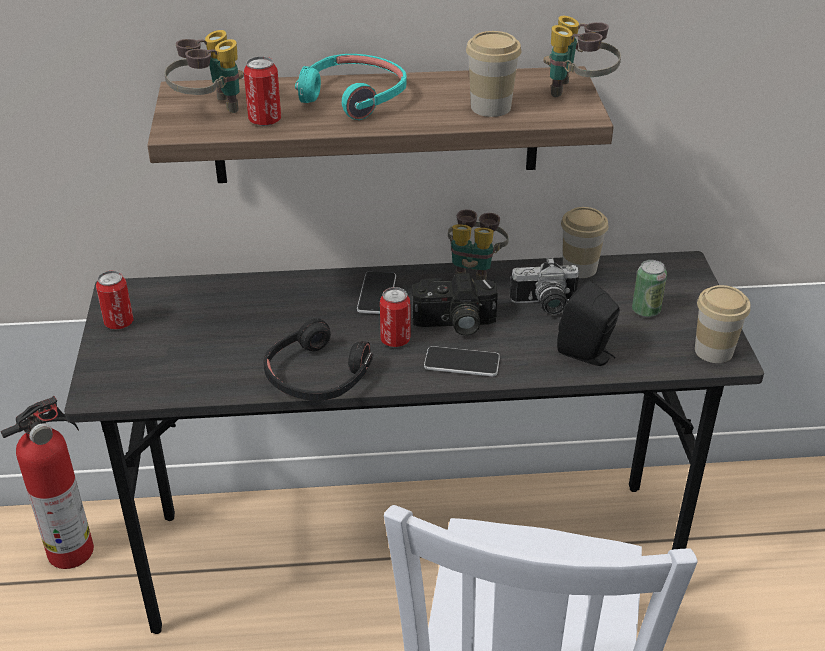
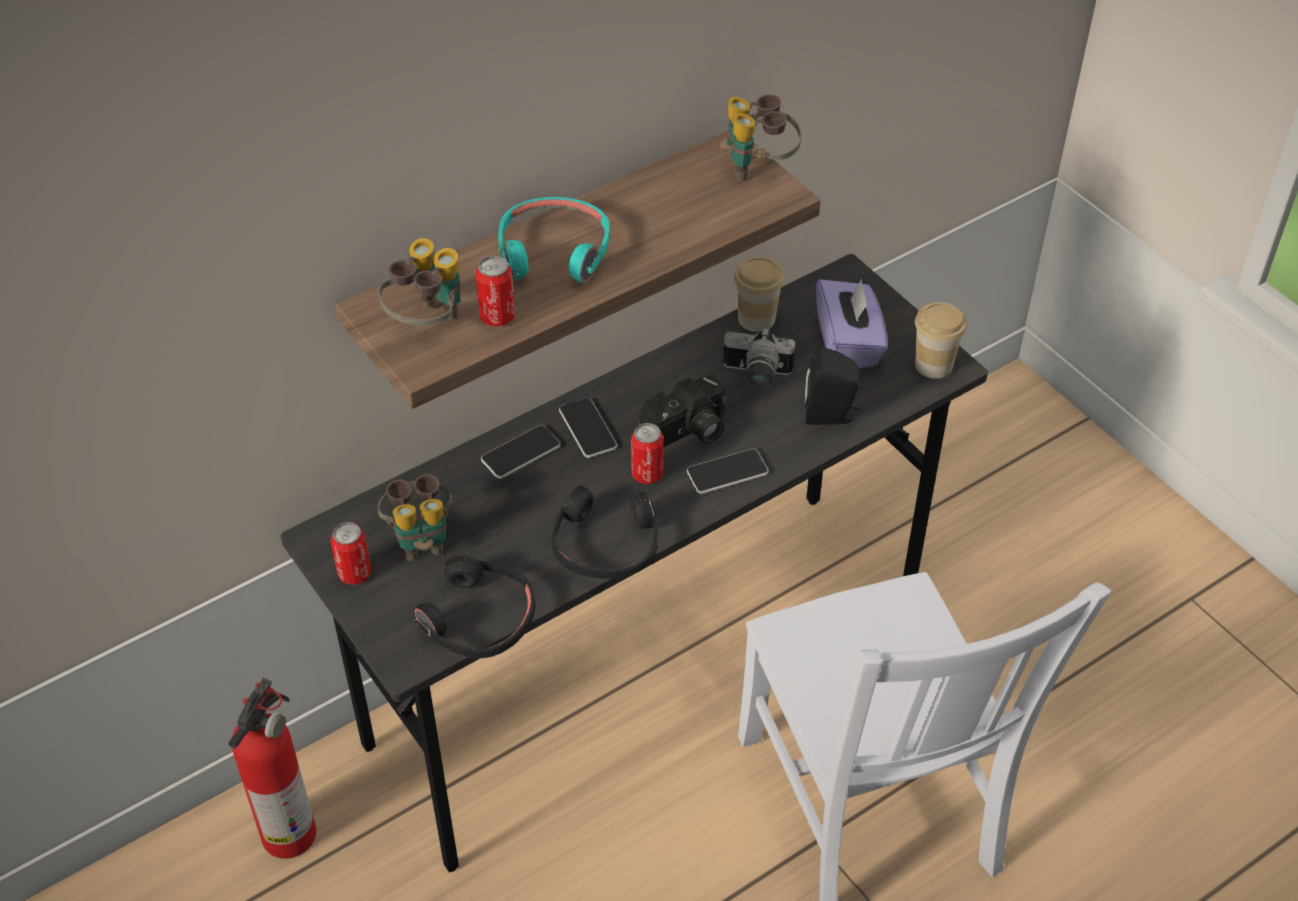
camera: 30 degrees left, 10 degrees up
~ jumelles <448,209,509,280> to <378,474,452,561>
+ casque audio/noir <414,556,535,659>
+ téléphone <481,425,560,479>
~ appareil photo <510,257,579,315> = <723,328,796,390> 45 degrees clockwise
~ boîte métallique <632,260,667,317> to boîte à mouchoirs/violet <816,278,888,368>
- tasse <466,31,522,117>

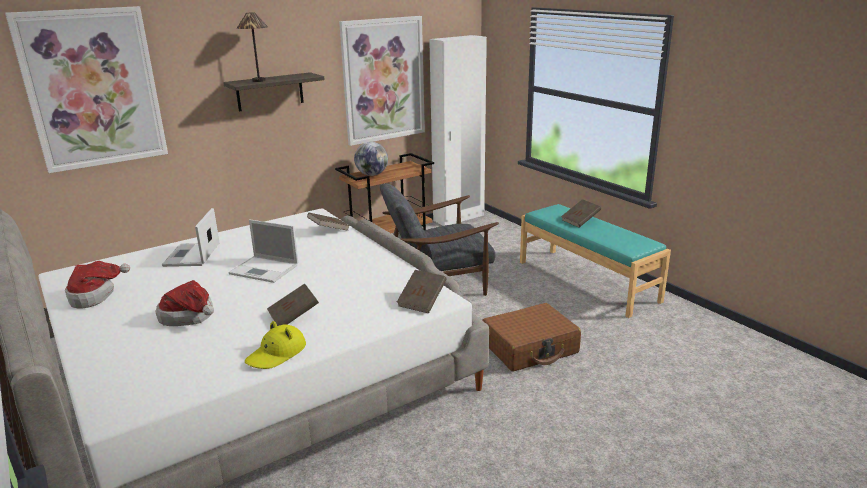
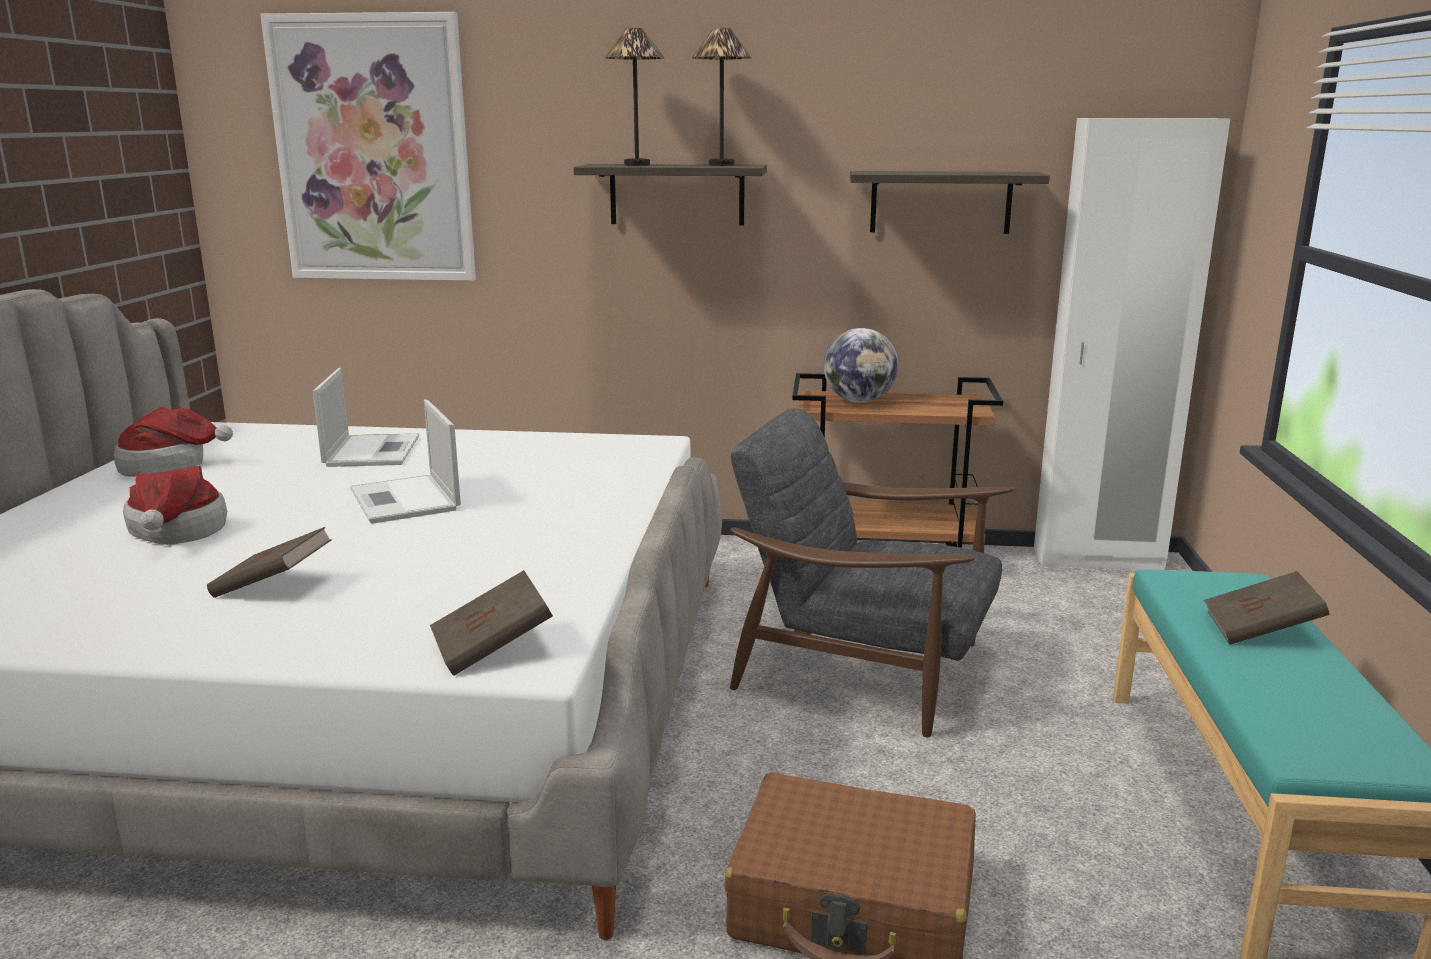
camera: 40 degrees right, 5 degrees down
~ ordinateur portable <162,208,220,267> = <313,368,419,467> 135 degrees clockwise
+ lampe de table <692,28,751,166>
~ tableau <339,16,425,146> to étagère <850,171,1050,234>
- chapeau/jaune <245,321,306,369>
- livre/marron <307,213,350,231>

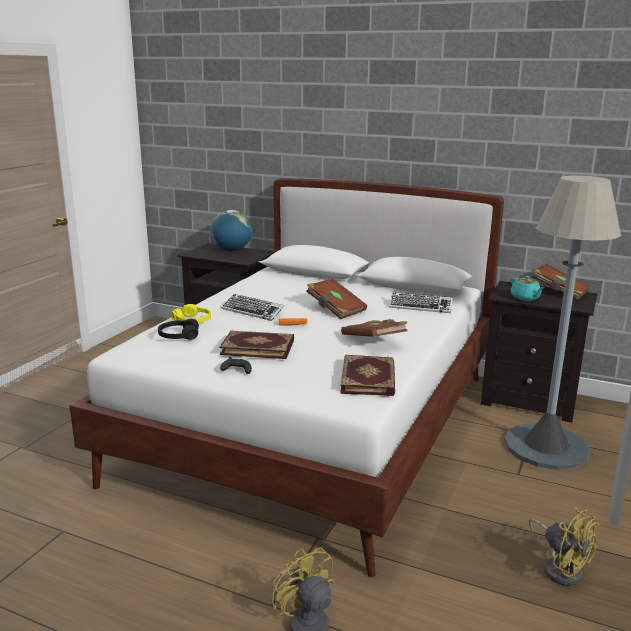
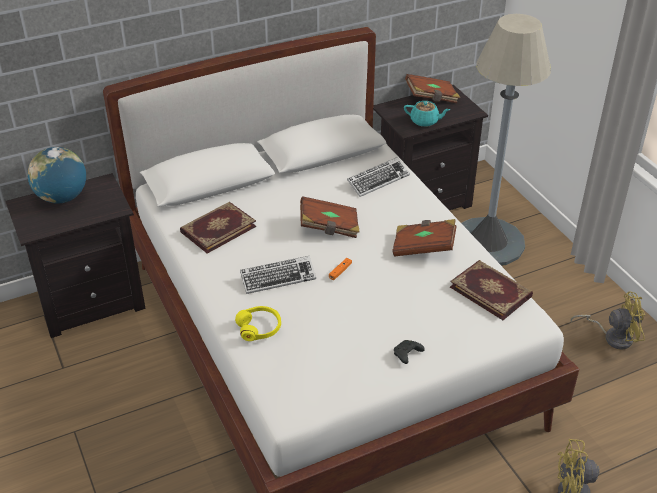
camera: 50 degrees left, 20 degrees up
~ livre <219,330,294,359> to <180,202,256,254>
- casque audio/noir <158,319,199,340>

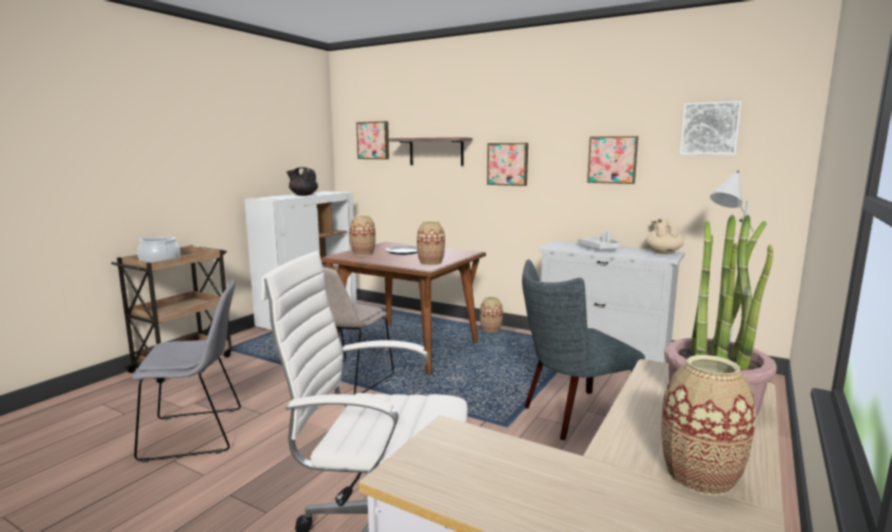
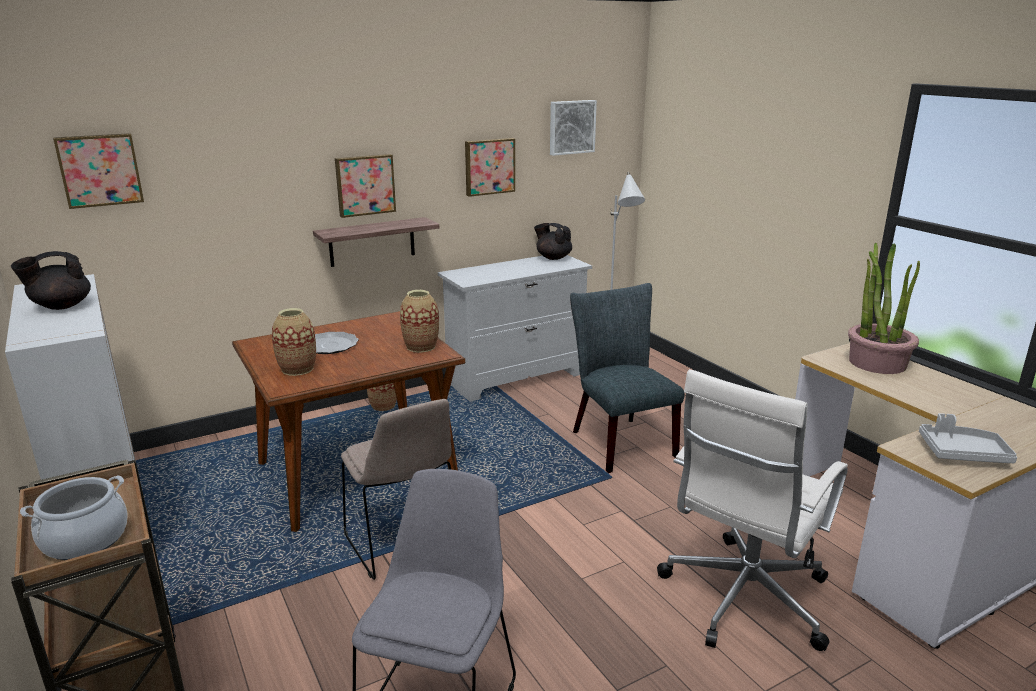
camera: 60 degrees left, 10 degrees up
~ étagère <388,137,473,166> to <313,217,439,267>
~ théière/beige <645,218,684,254> to théière/noir <534,223,572,260>
~ chaise/gris <522,259,645,440> = <570,283,685,473> 150 degrees clockwise
~ plateau/gris <578,231,620,250> to <919,413,1017,463>
- vase <661,355,756,496>

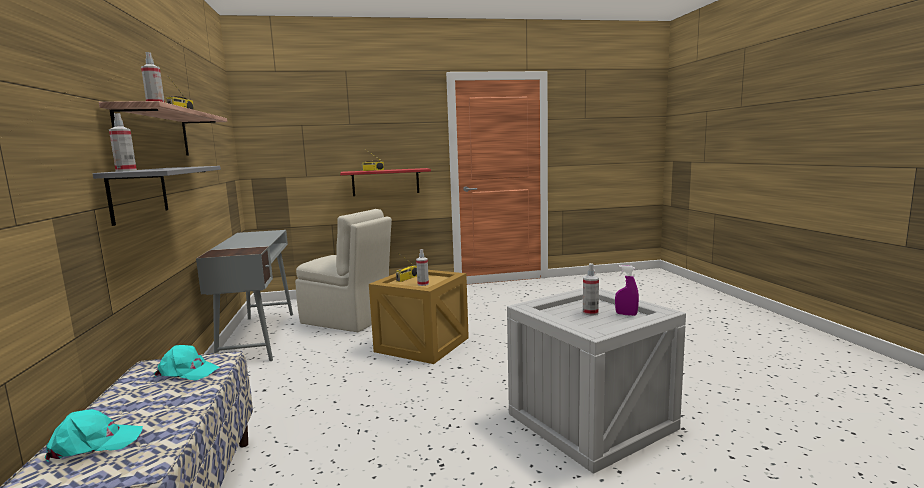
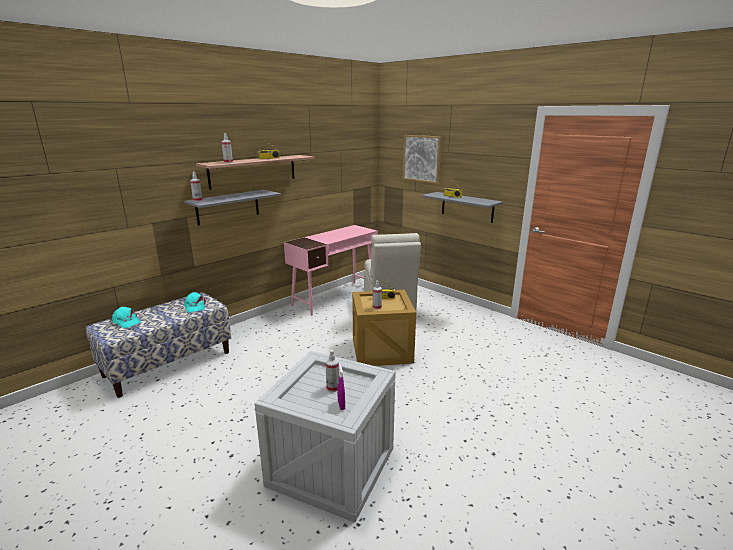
camera: 55 degrees right, 10 degrees up
~ bureau/gris <196,230,293,361> to bureau/rose <284,225,378,316>
+ tableau <403,135,442,184>
~ étagère/rouge <340,168,431,196> to étagère/gris <421,192,503,223>

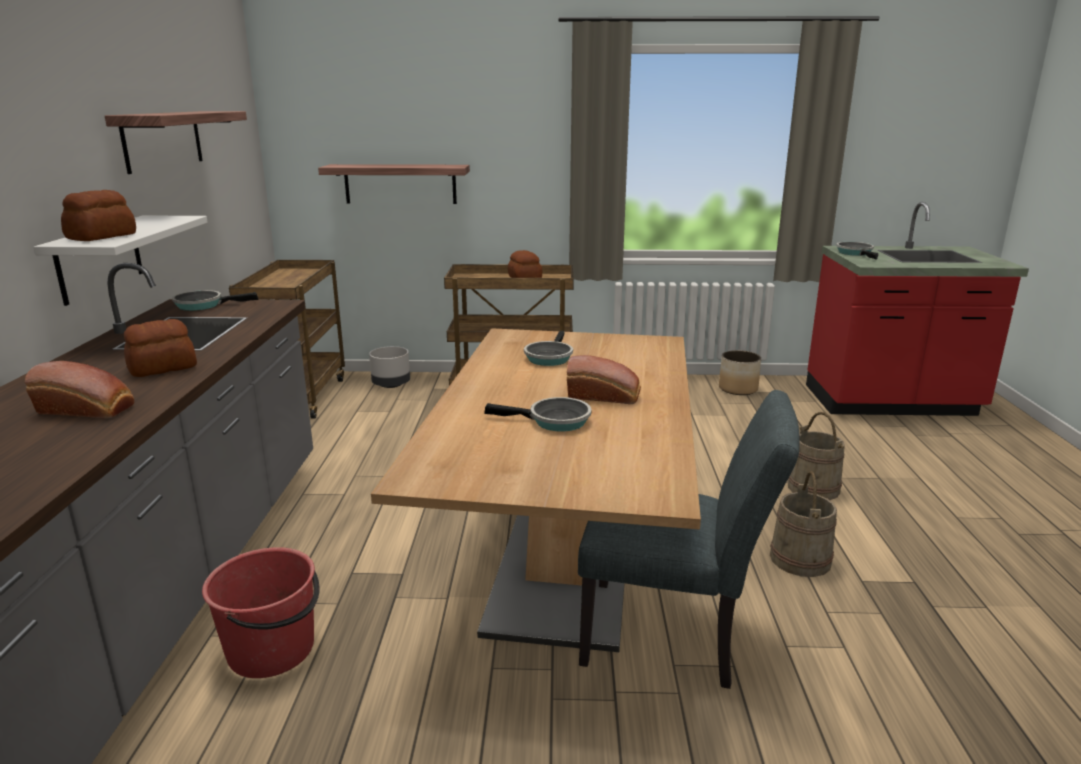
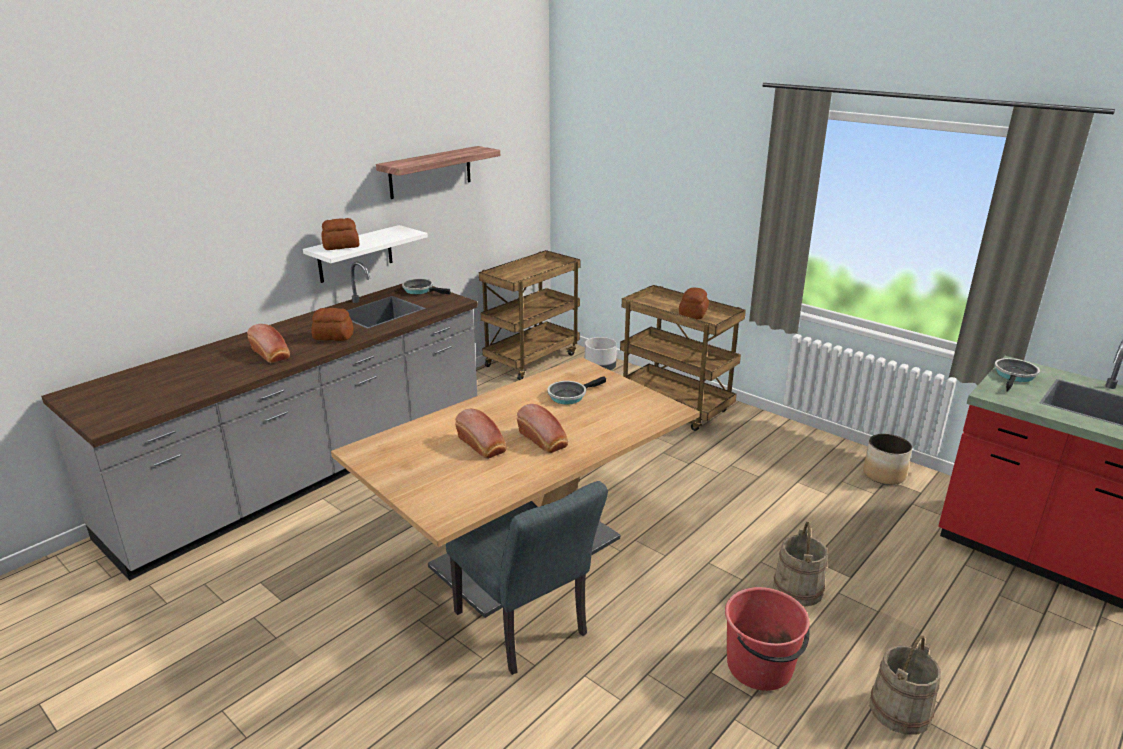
camera: 40 degrees right, 5 degrees up
~ poêle <484,397,591,431> to pain <455,408,507,459>
~ seau/rouge <202,547,320,678> to <725,587,810,691>
~ seau/beige <770,471,837,577> to <869,635,941,735>
- étagère <318,164,470,204>

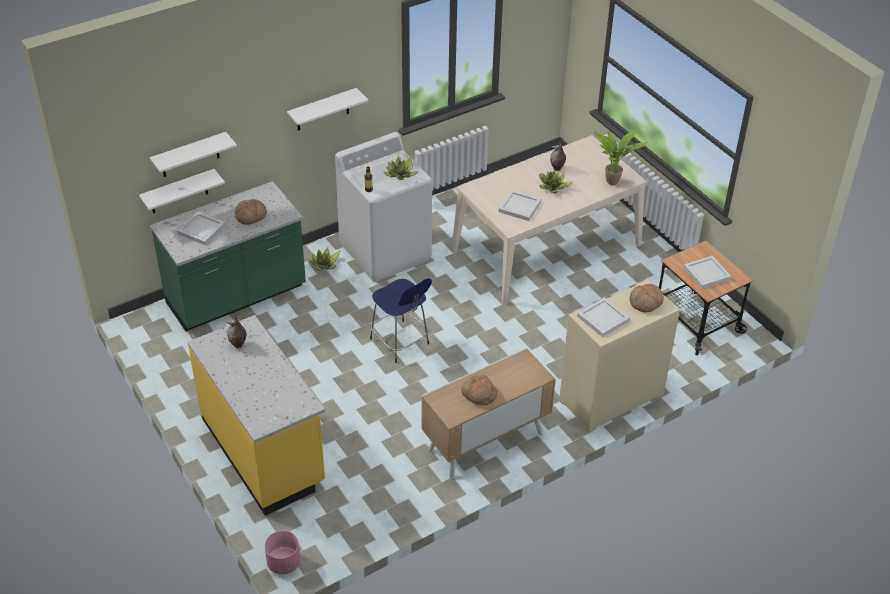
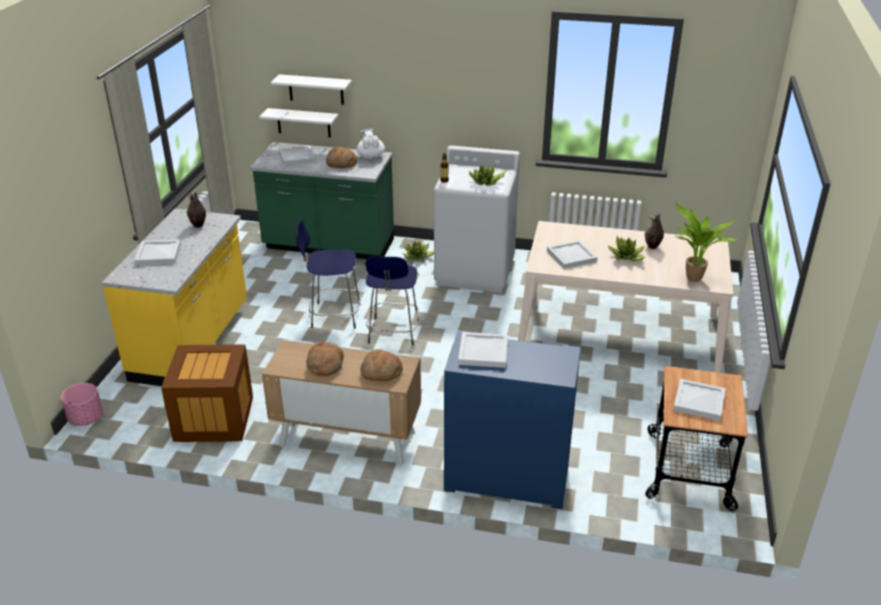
camera: 45 degrees right, 10 degrees down
+ plateau/blanc <134,239,181,265>
+ caisse <161,344,253,442>
+ tabouret/bleu <296,220,361,329>
+ théière/blanc <357,128,385,159>
~ pain <630,284,664,313> to <360,349,403,381>
~ meuble de rangement/beige <559,279,680,432> to meuble de rangement/bleu <444,332,581,509>
- étagère/blanc <287,88,368,131>

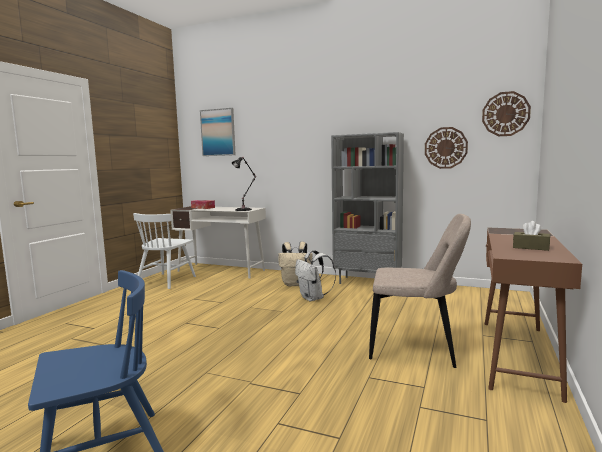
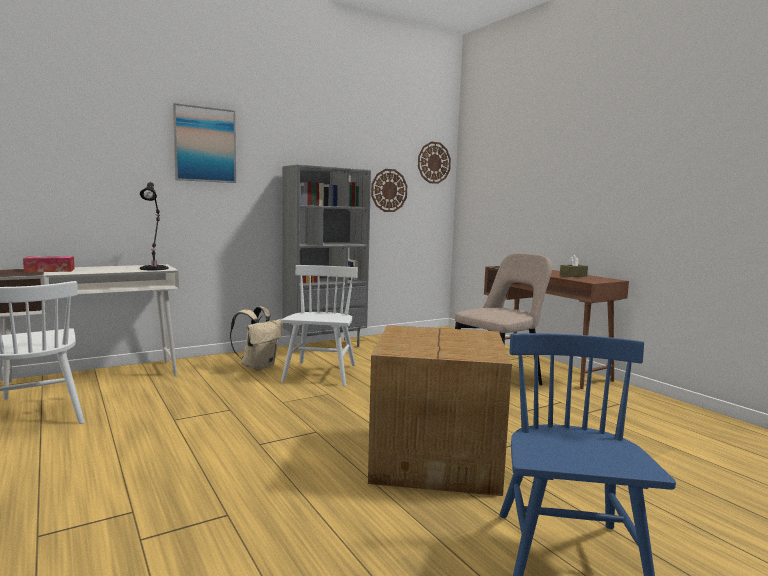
camera: 55 degrees left, 0 degrees up
~ tableau <200,108,235,156> to <173,103,236,183>
~ sac à dos/blanc <295,250,336,301> to chaise/blanc <281,265,358,386>
+ carton <368,325,512,496>

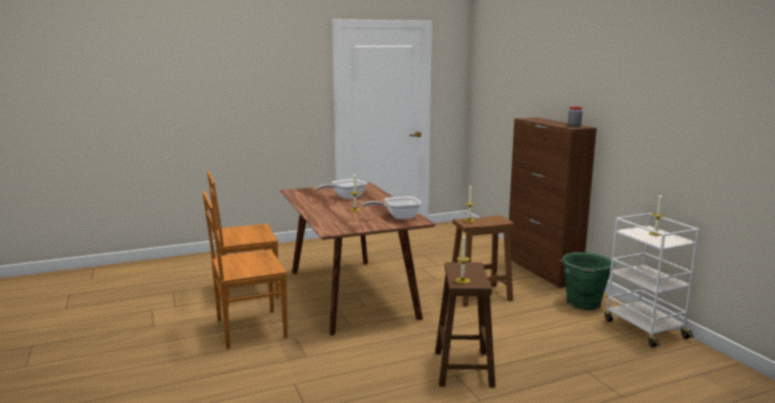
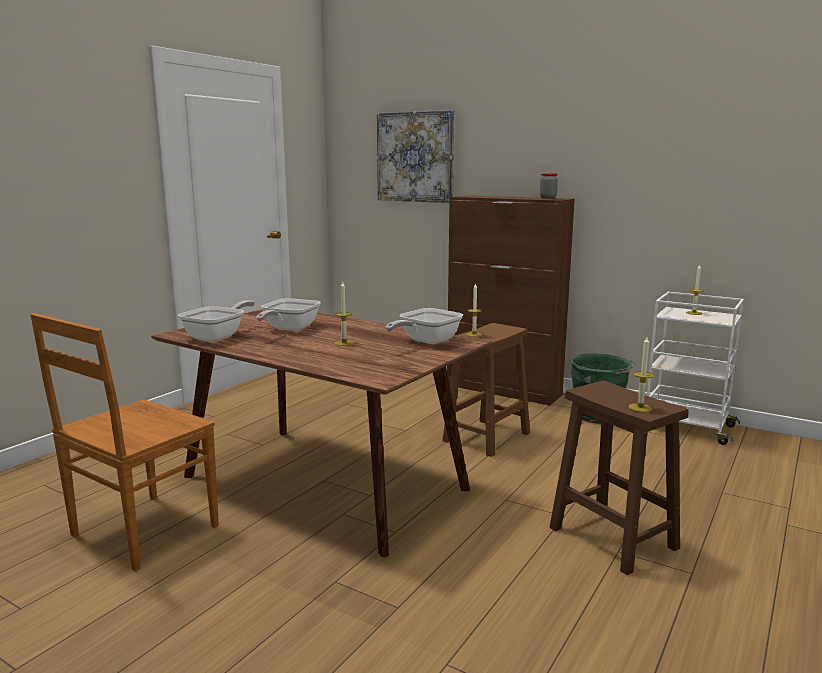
camera: 35 degrees left, 0 degrees up
+ poêle <178,301,255,342>
+ tableau <377,110,454,203>
- chaise/marron <202,191,288,349>

